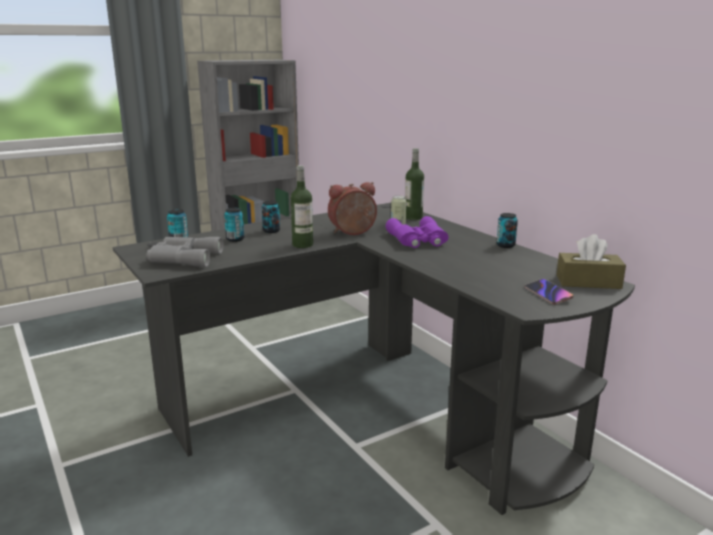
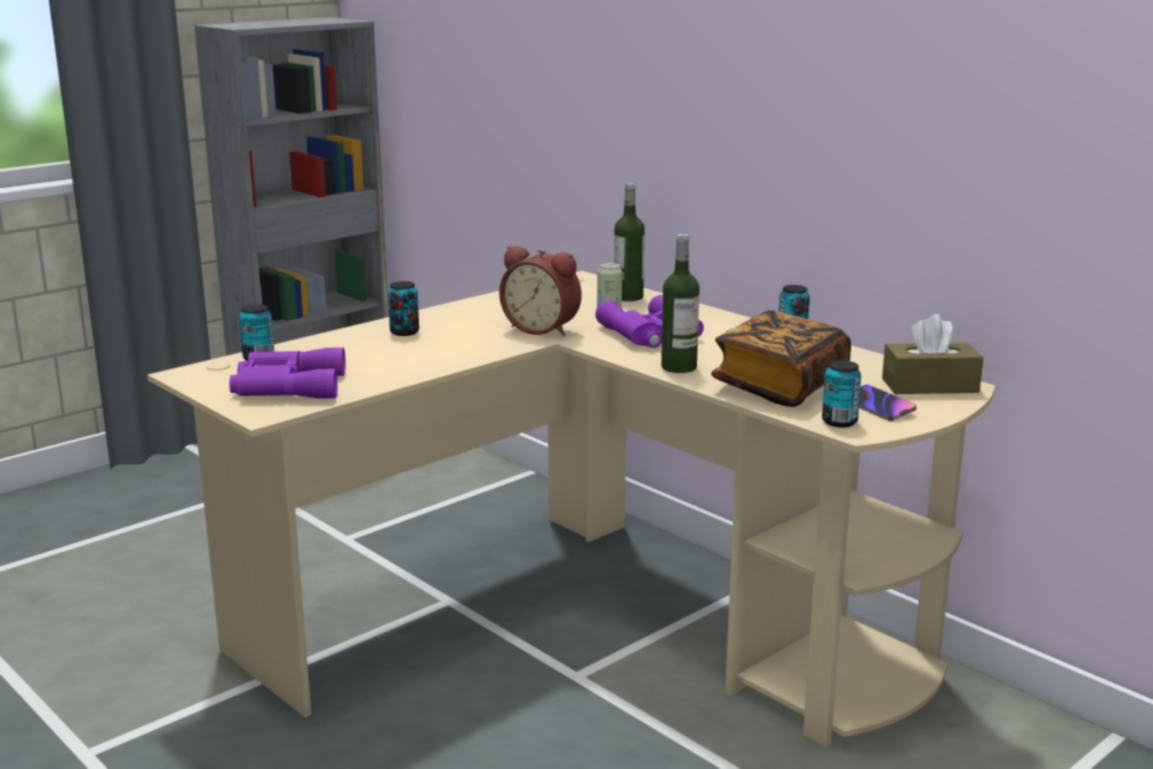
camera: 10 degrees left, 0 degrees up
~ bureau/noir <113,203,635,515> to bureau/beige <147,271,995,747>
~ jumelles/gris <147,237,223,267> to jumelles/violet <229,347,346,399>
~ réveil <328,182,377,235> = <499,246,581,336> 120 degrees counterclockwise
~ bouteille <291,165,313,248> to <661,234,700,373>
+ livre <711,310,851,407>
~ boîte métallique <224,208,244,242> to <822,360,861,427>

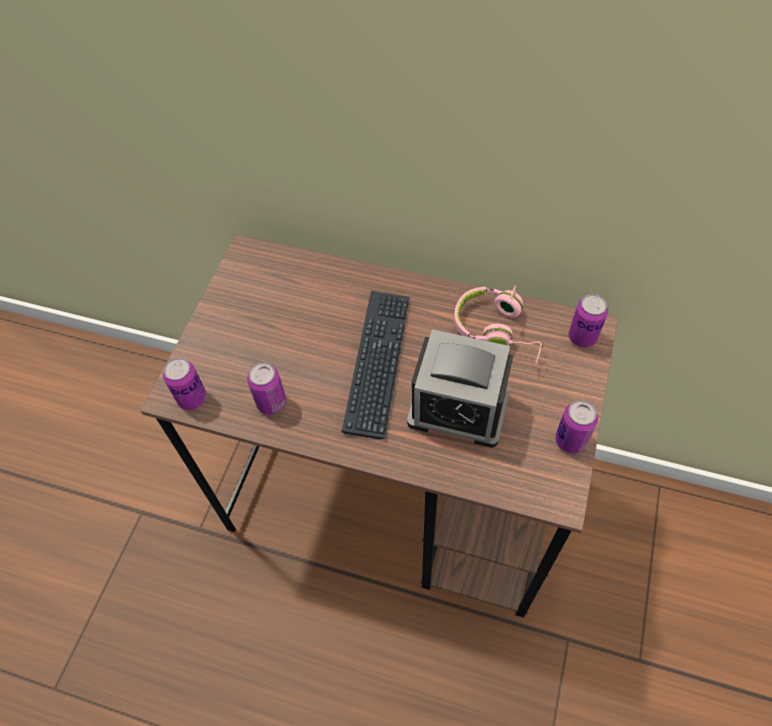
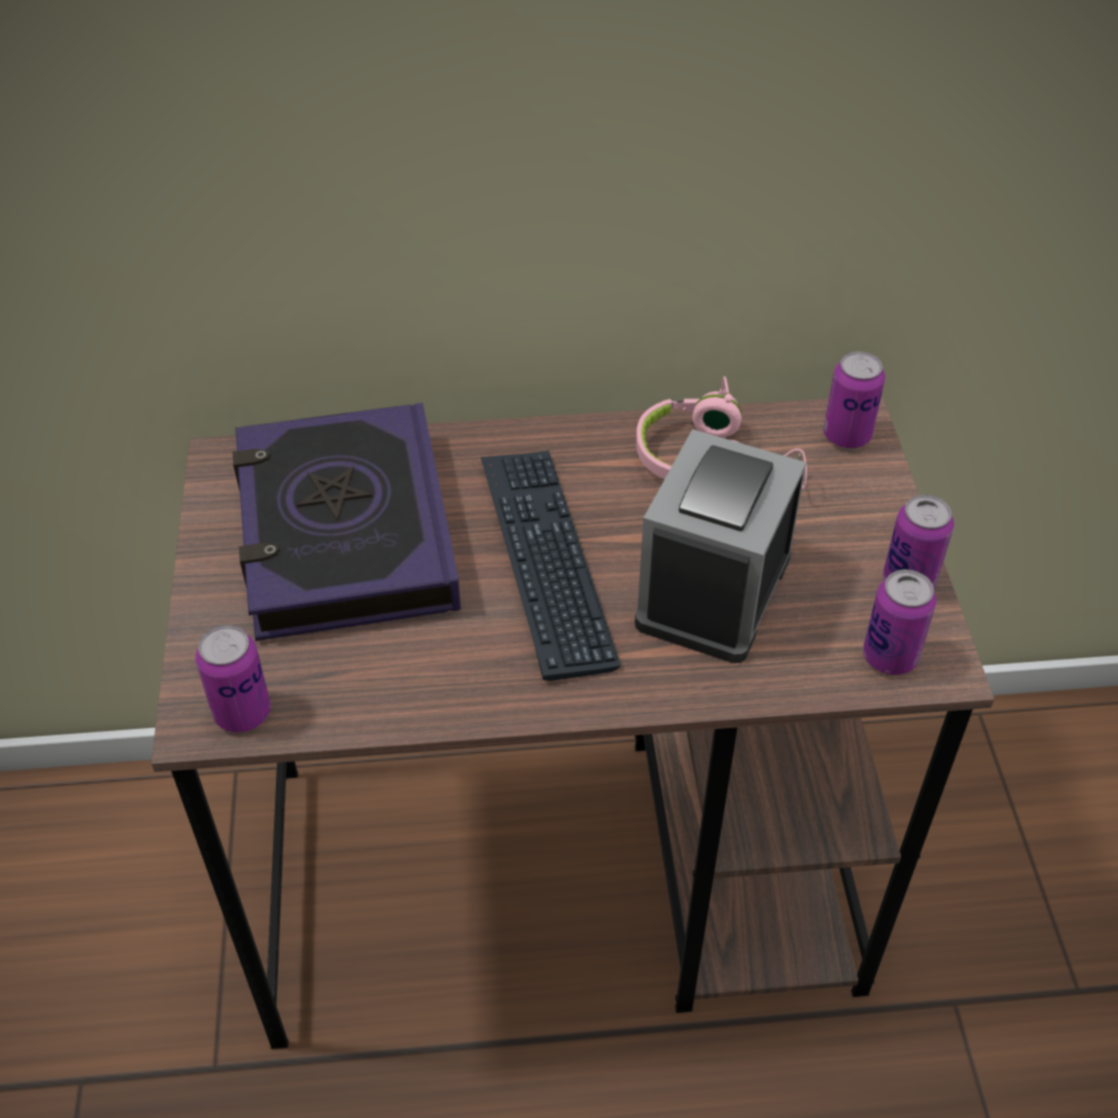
camera: 25 degrees left, 10 degrees down
+ livre <232,403,461,641>
~ réveil <407,329,513,448> = <635,429,806,663> 120 degrees clockwise
~ boîte métallique <247,362,286,415> to <863,569,936,675>

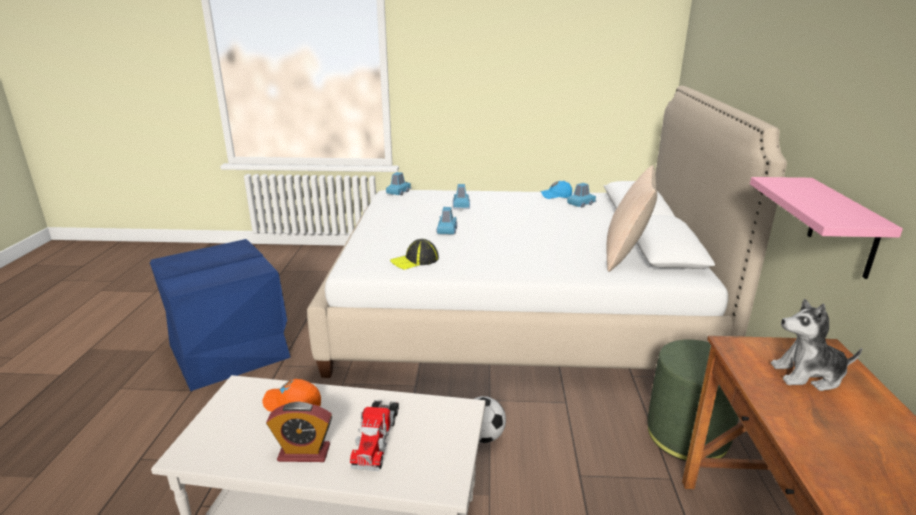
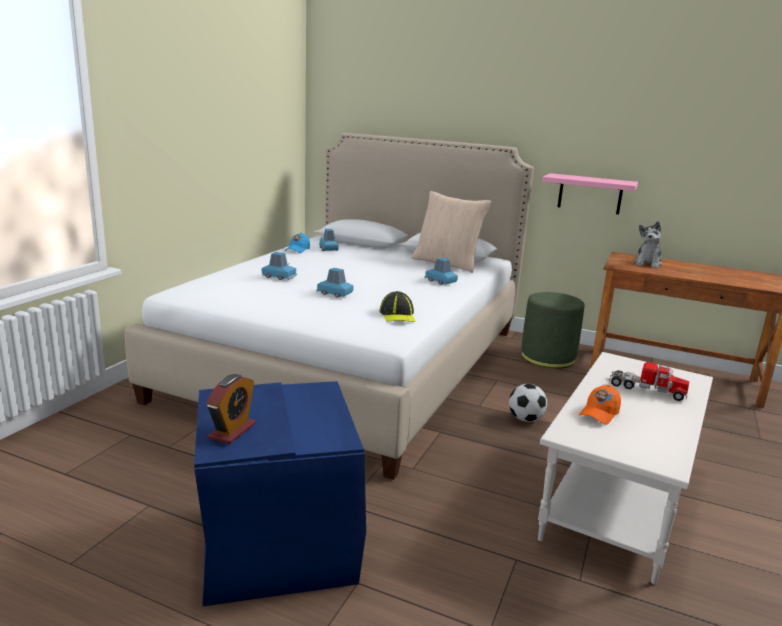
camera: 70 degrees left, 5 degrees down
~ réveil <266,402,332,462> to <206,374,256,444>
~ petite voiture/bleu <386,172,412,195> to <425,258,458,285>

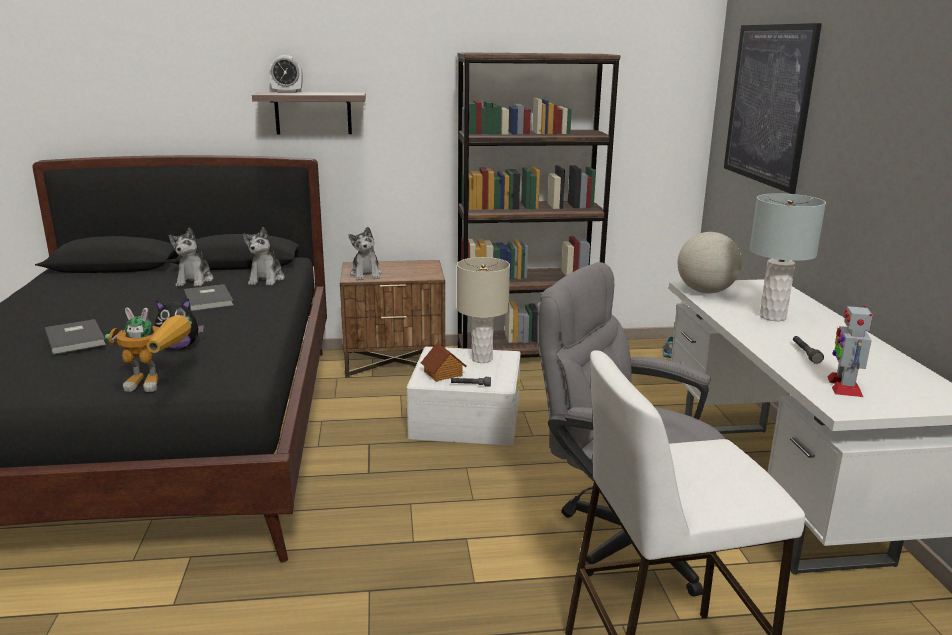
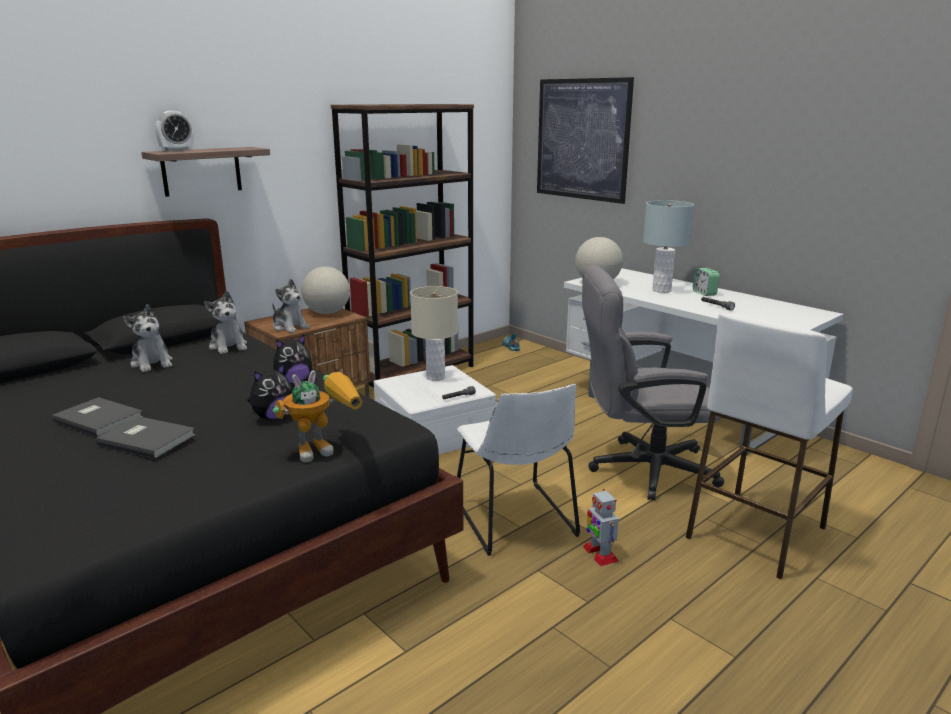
camera: 35 degrees left, 0 degrees up
~ livre/gris <183,284,234,311> to <52,397,143,437>
+ peluche <273,335,312,384>
+ globe <301,266,350,314>
+ chaise/blanc <457,384,580,556>
~ robot jouet <827,305,873,397> to <583,489,619,566>
+ réveil <693,268,720,296>
- maison miniature <421,342,467,382>

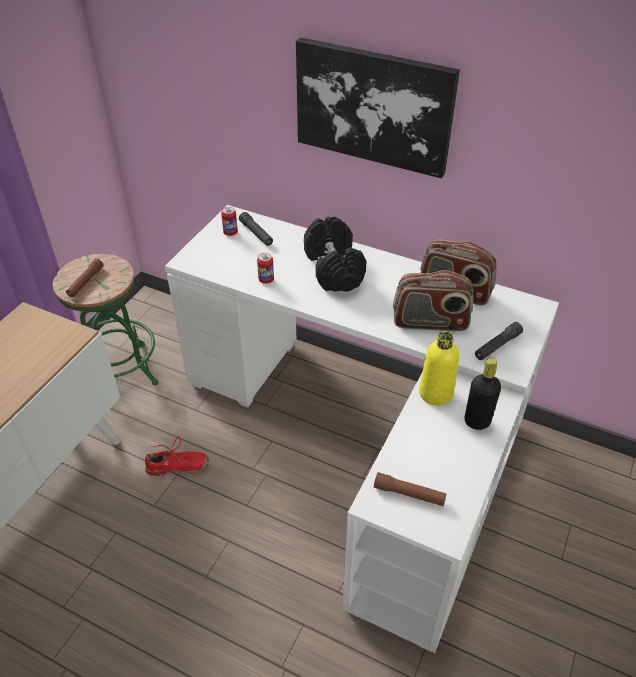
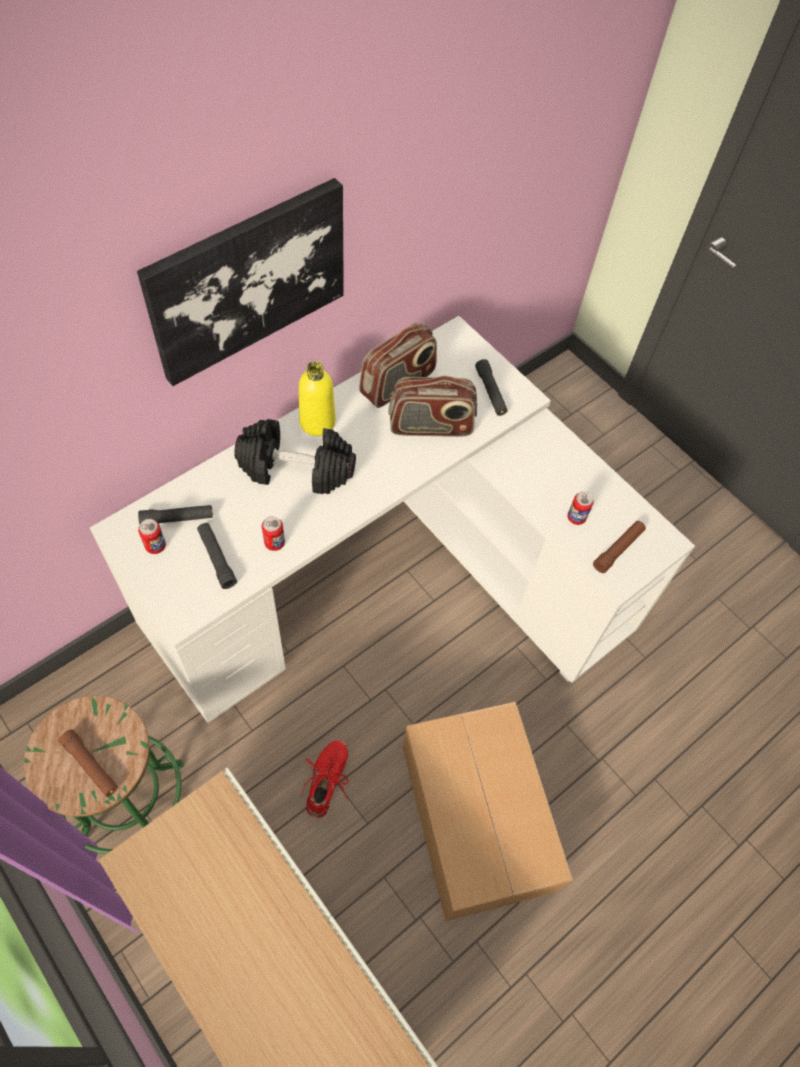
camera: 70 degrees left, 15 degrees up
+ lampe de poche/noir <197,523,237,589>
~ bouteille/jaune <419,331,459,406> to <299,361,336,436>
~ radio <393,270,473,331> = <389,376,477,437> 60 degrees clockwise
+ carton <403,702,573,921>
+ boîte métallique <567,491,594,525>
- bouteille/noir <465,358,501,430>

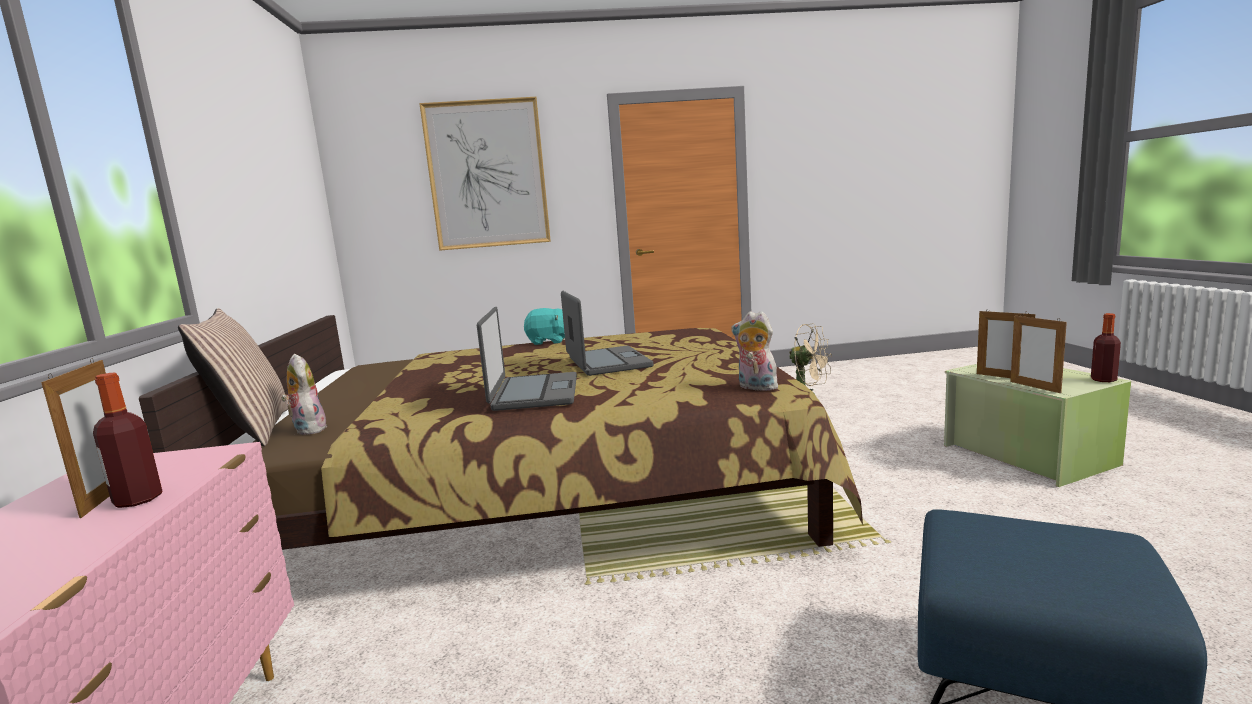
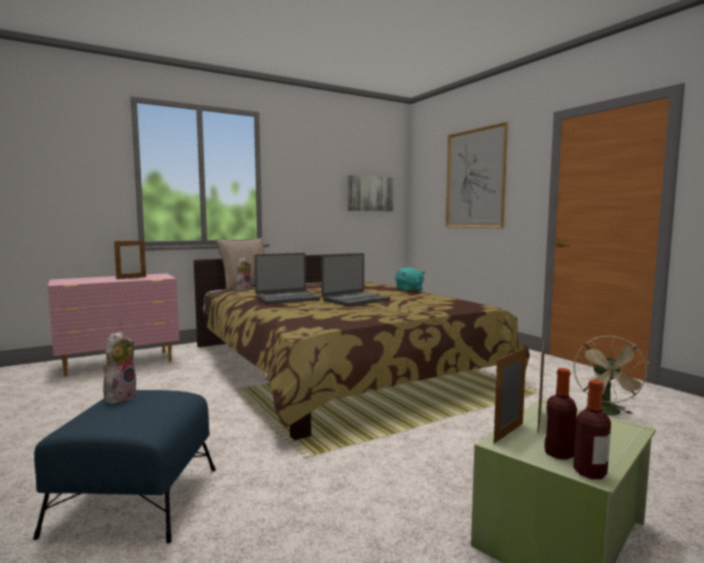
camera: 65 degrees right, 5 degrees down
~ peluche <731,311,778,391> to <103,331,137,404>
+ tableau <348,175,394,211>
~ bouteille <93,372,163,508> to <544,368,577,460>

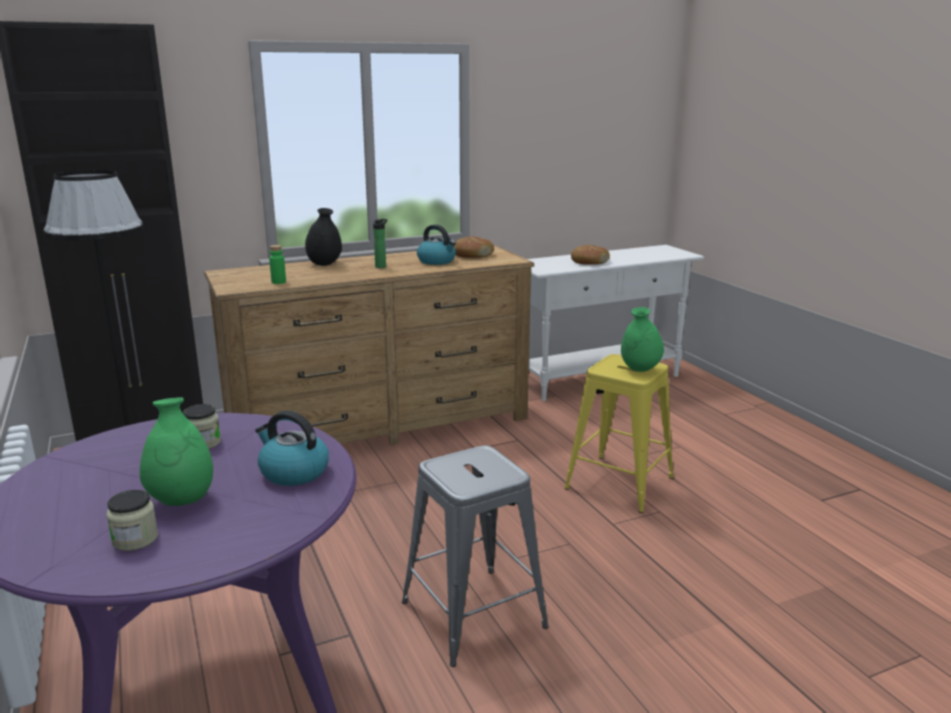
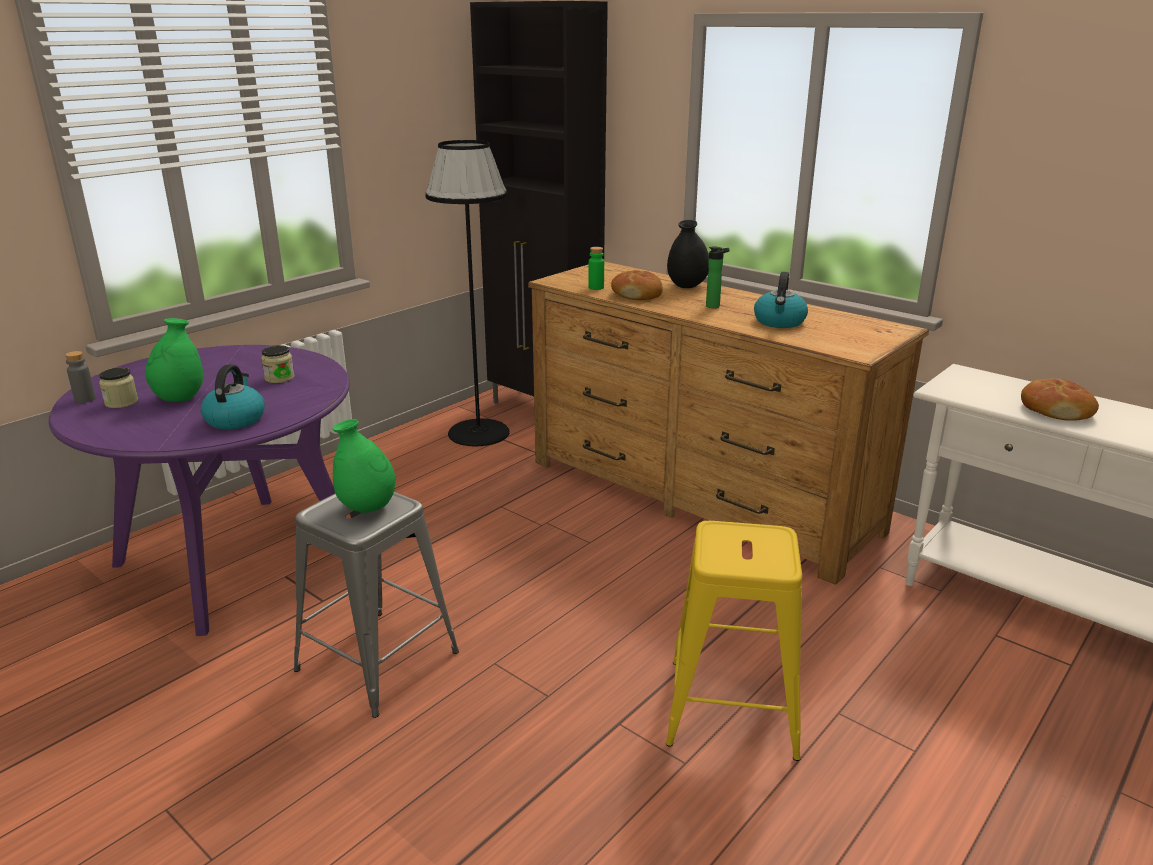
camera: 65 degrees right, 5 degrees up
+ bouteille/gris <65,351,96,403>
~ vase/vert <621,307,664,372> to <333,419,395,513>
~ pain <454,236,494,258> to <611,270,663,300>

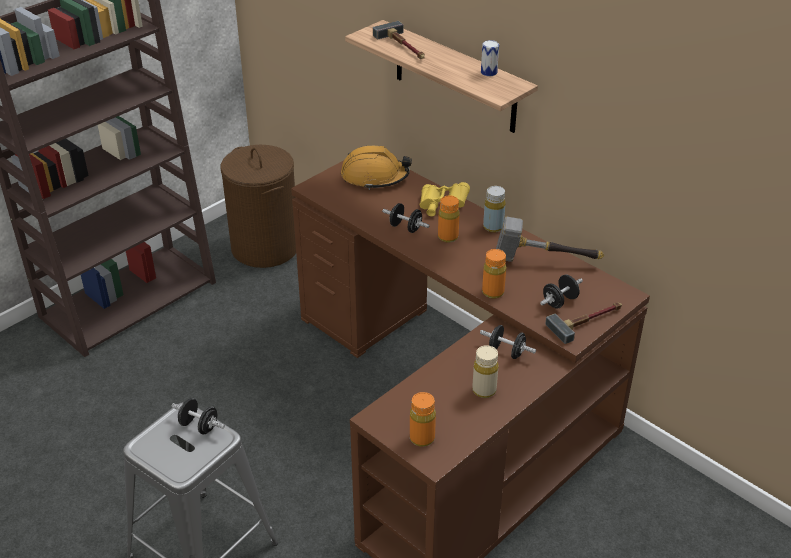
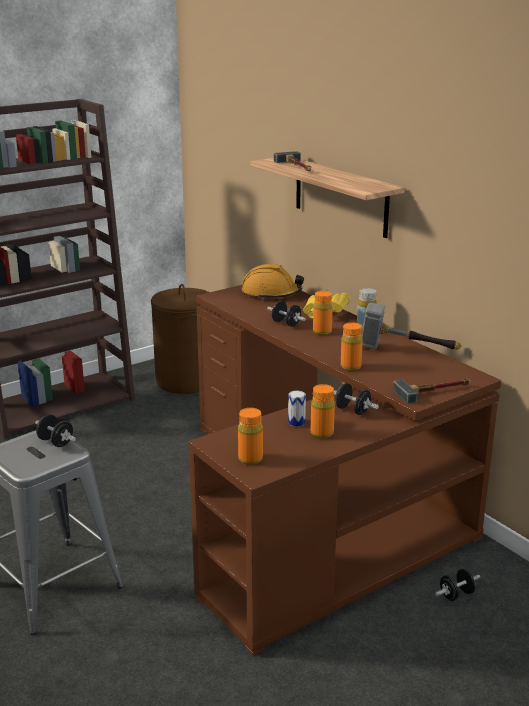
camera: 10 degrees right, 15 degrees down
~ boîte métallique <481,40,499,76> to <288,390,306,427>
~ bouteille/beige <472,345,498,398> to bouteille/orange <311,384,335,438>
~ haltère/noir <540,274,583,308> to <435,569,480,601>

